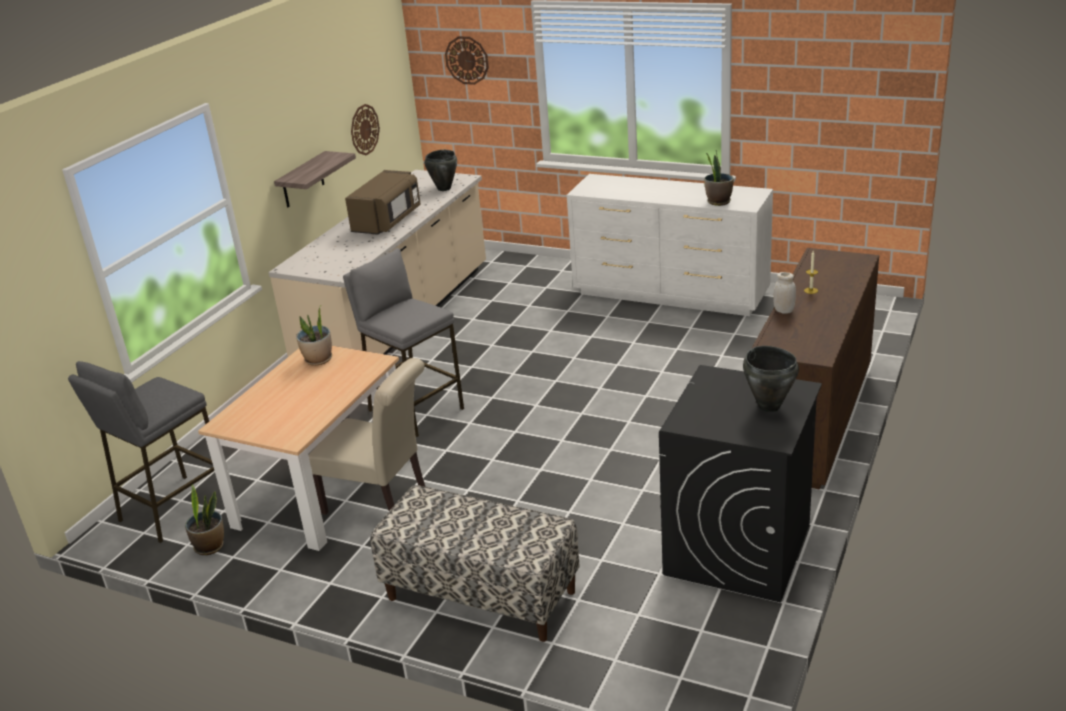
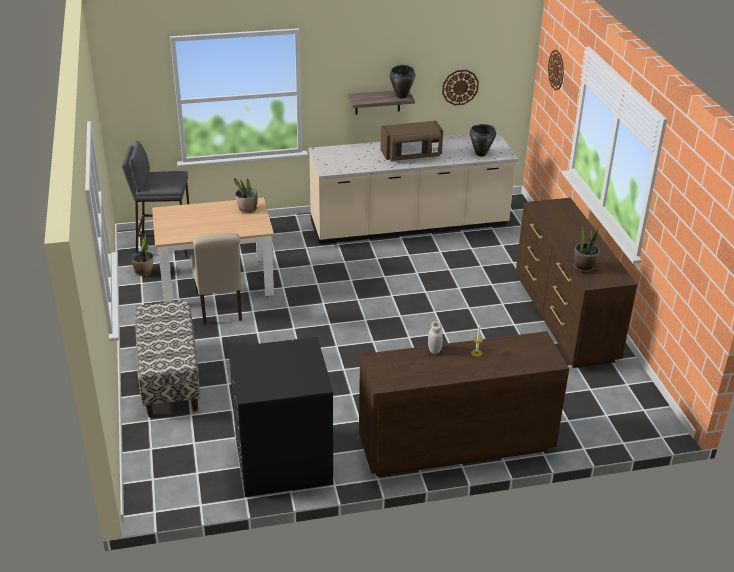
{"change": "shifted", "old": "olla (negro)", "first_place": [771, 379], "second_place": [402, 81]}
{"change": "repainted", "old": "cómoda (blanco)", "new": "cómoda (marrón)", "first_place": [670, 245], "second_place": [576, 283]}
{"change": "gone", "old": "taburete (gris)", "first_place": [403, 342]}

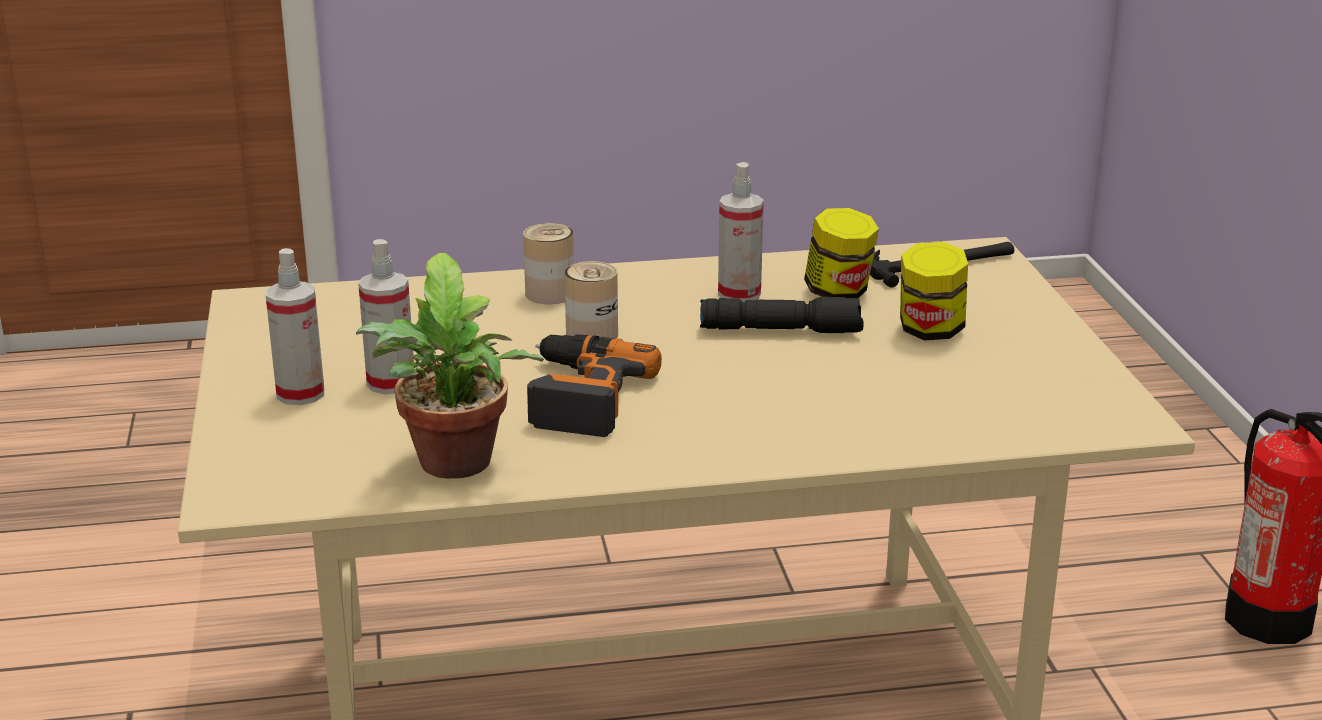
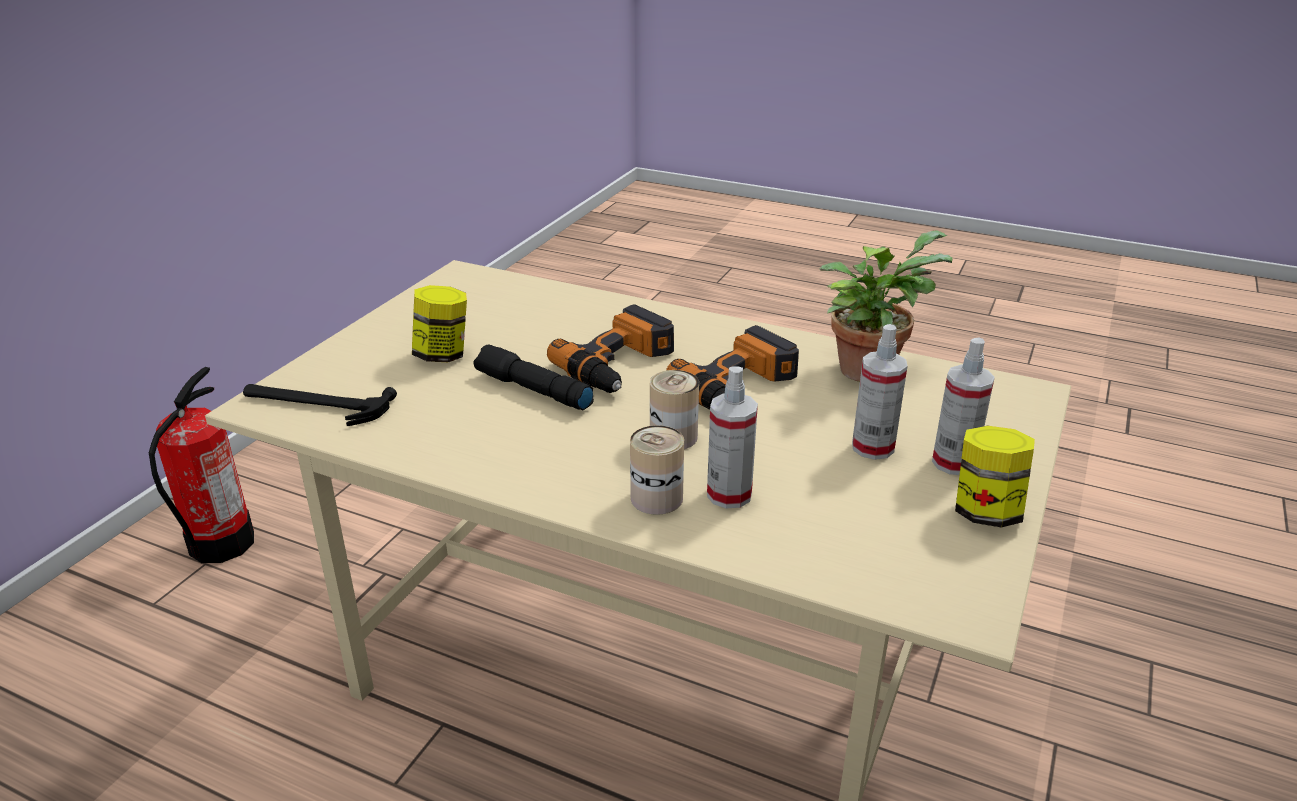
{"change": "new", "new": "taladro", "second_place": [610, 348]}
{"change": "shifted", "old": "pulverizador", "first_place": [741, 232], "second_place": [732, 437]}
{"change": "shifted", "old": "tarro", "first_place": [841, 253], "second_place": [995, 476]}

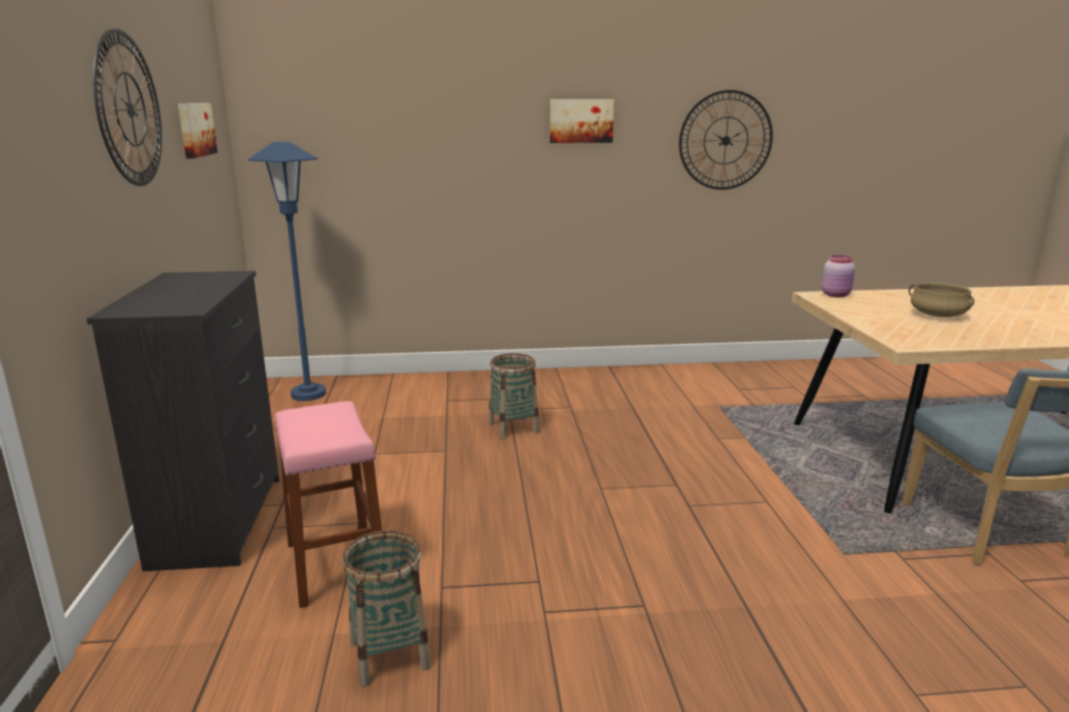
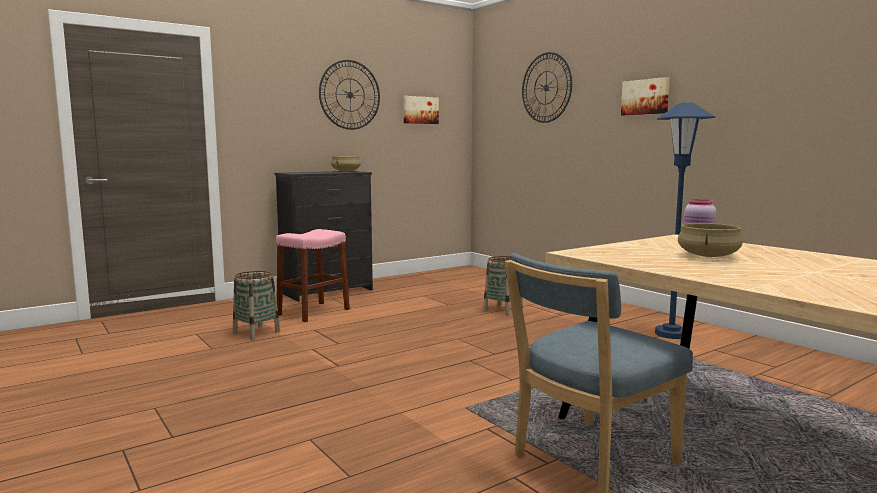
{"change": "new", "new": "olla (beis)", "second_place": [346, 163]}
{"change": "shifted", "old": "reloj de pared", "first_place": [726, 140], "second_place": [547, 87]}
{"change": "shifted", "old": "lámpara de pie (azul)", "first_place": [287, 271], "second_place": [685, 221]}

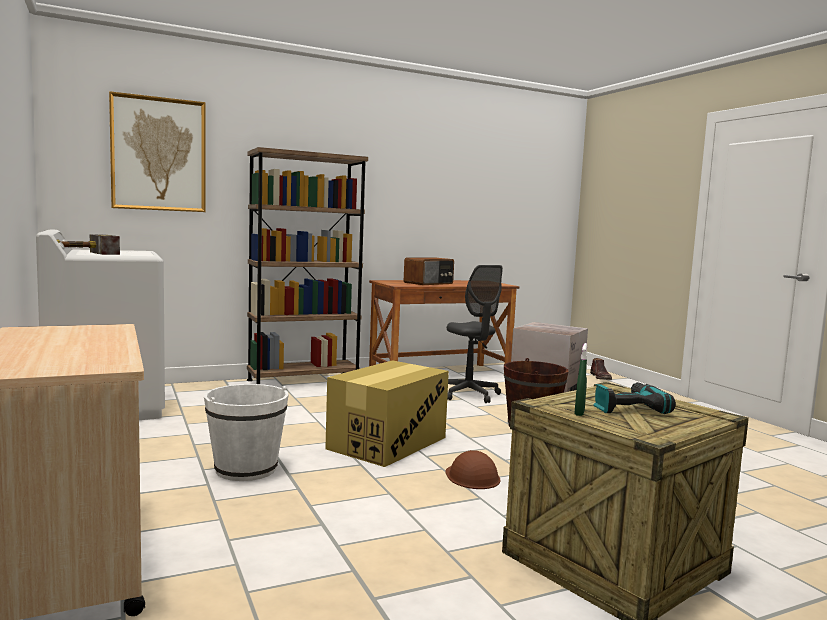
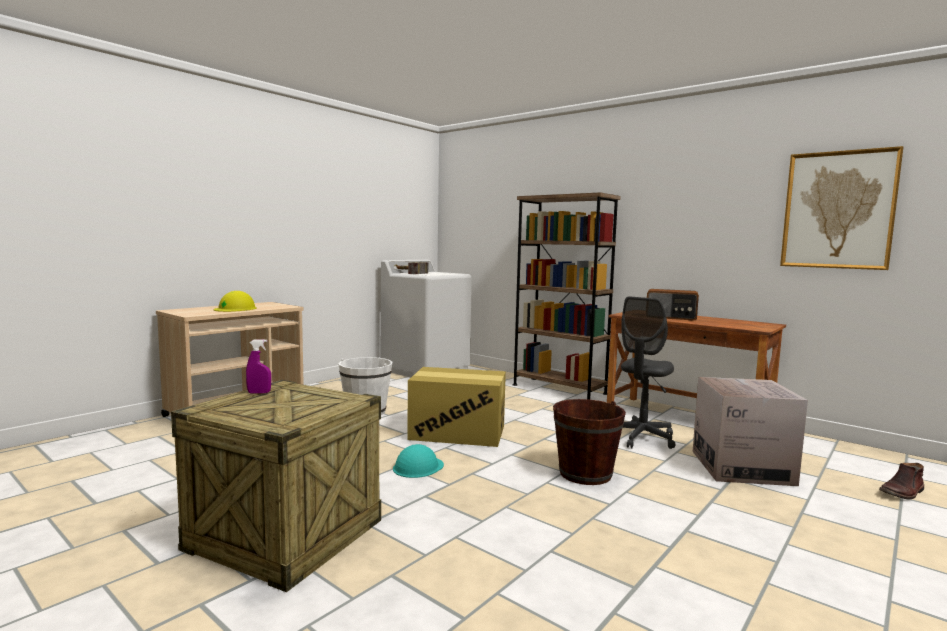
{"change": "new", "new": "casco (amarillo)", "second_place": [235, 301]}
{"change": "repainted", "old": "pulverizador (verde)", "new": "pulverizador (morado)", "first_place": [580, 379], "second_place": [258, 366]}
{"change": "repainted", "old": "casco (marrón)", "new": "casco (turquesa)", "first_place": [472, 469], "second_place": [418, 461]}
{"change": "shifted", "old": "cuadro", "first_place": [157, 151], "second_place": [841, 208]}
{"change": "gone", "old": "taladro", "first_place": [634, 398]}

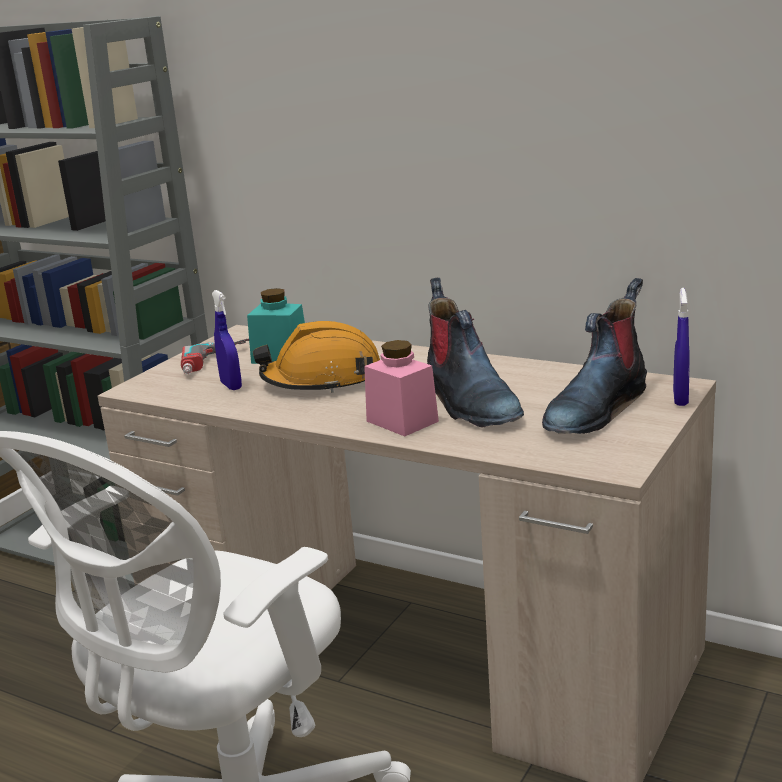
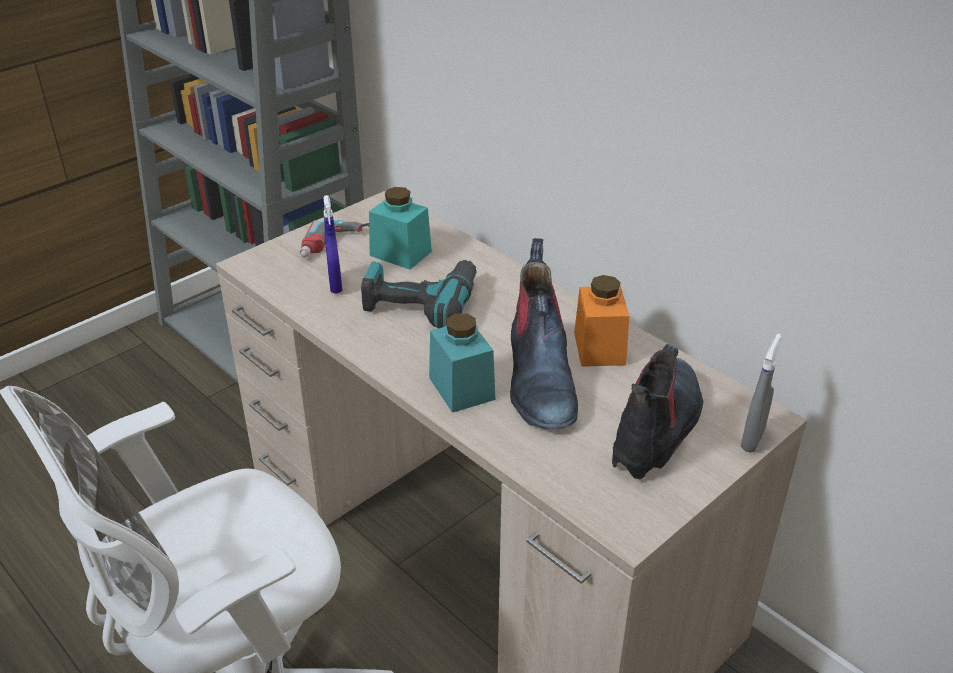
{"change": "swapped", "old": "casco (naranja)", "new": "taladro", "first_place": [316, 357], "second_place": [419, 294]}
{"change": "repainted", "old": "tarro (rosa)", "new": "tarro (turquesa)", "first_place": [401, 388], "second_place": [462, 363]}
{"change": "new", "new": "tarro (naranja)", "second_place": [601, 321]}
{"change": "rotated", "old": "bota", "first_place": [594, 356], "second_place": [657, 411], "degrees": 150}
{"change": "repainted", "old": "pulverizador (azul)", "new": "pulverizador (gris)", "first_place": [681, 347], "second_place": [761, 393]}

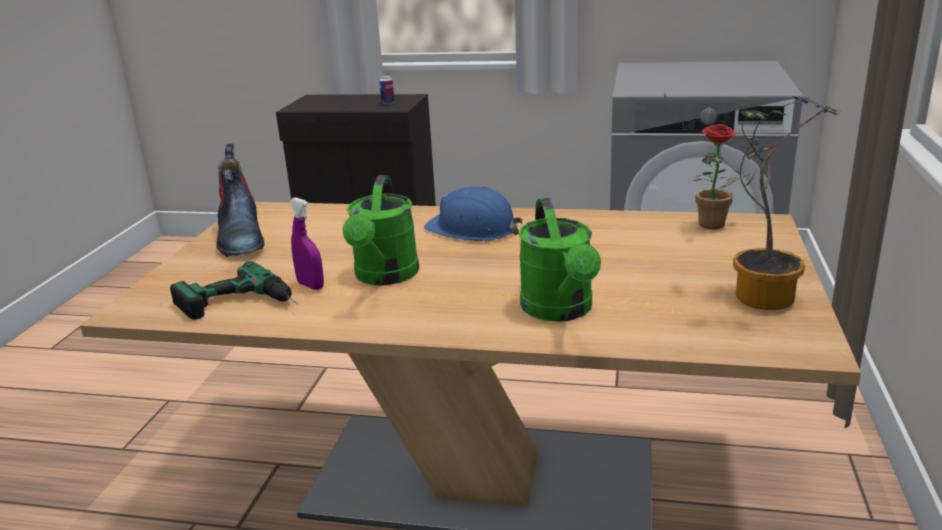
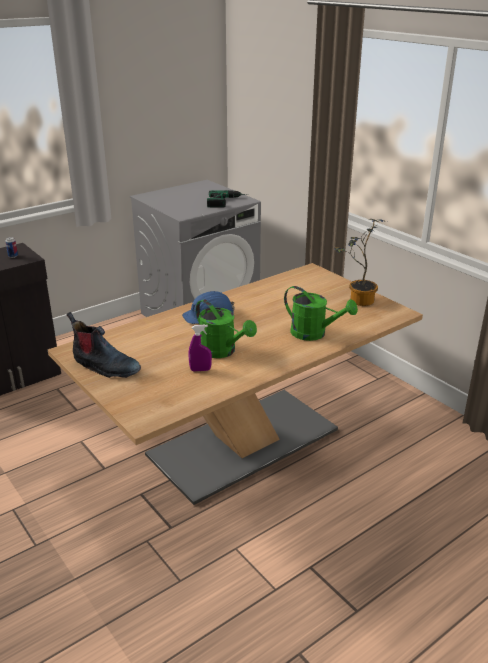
{"change": "shifted", "old": "taladro", "first_place": [234, 290], "second_place": [228, 199]}
{"change": "gone", "old": "planta en maceta", "first_place": [721, 176]}

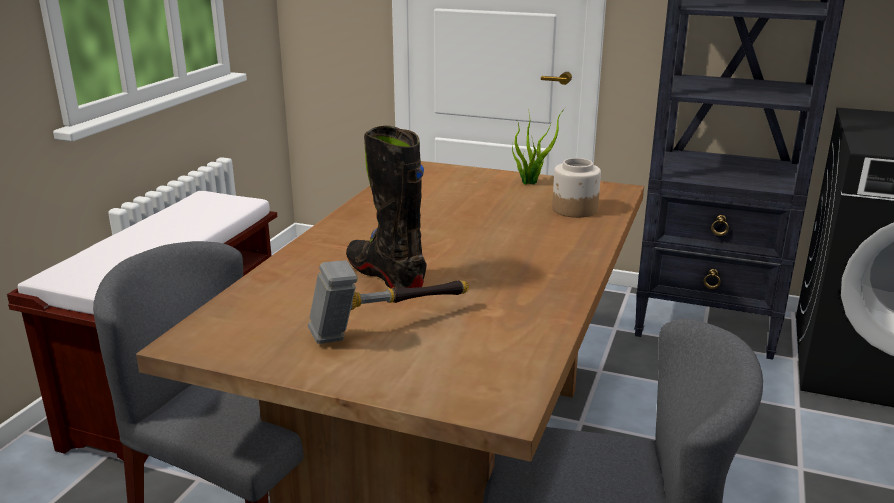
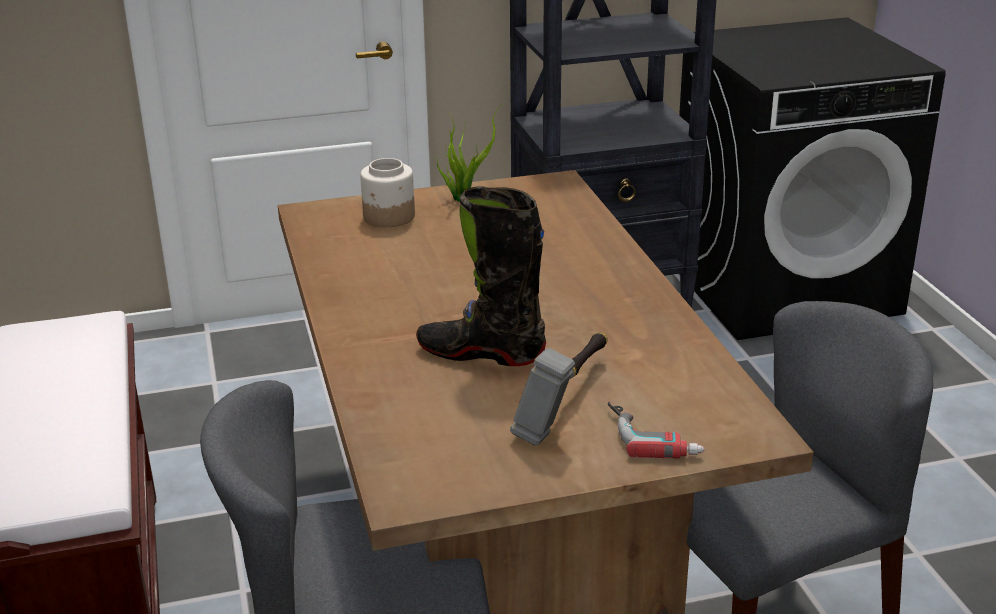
{"change": "shifted", "old": "tarro", "first_place": [576, 188], "second_place": [387, 192]}
{"change": "new", "new": "taladro", "second_place": [656, 430]}

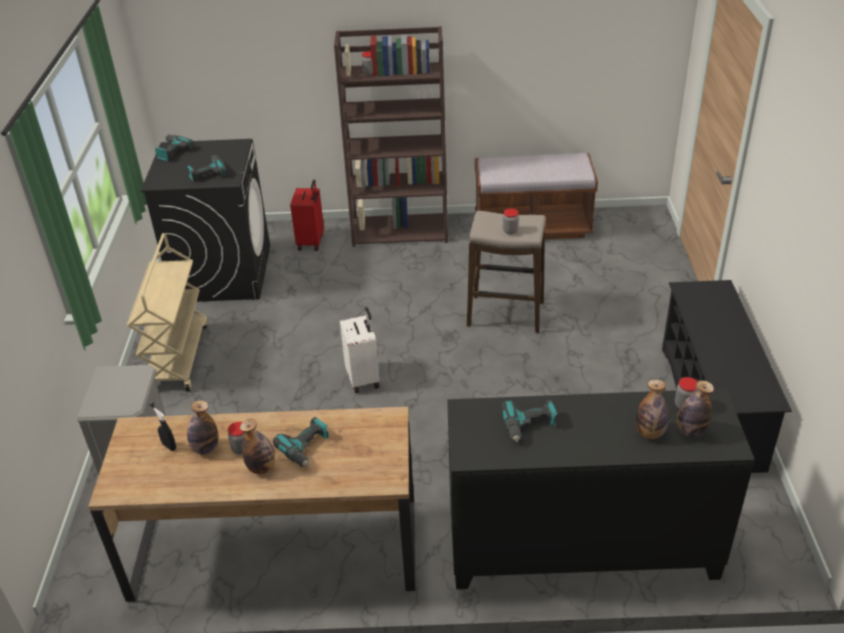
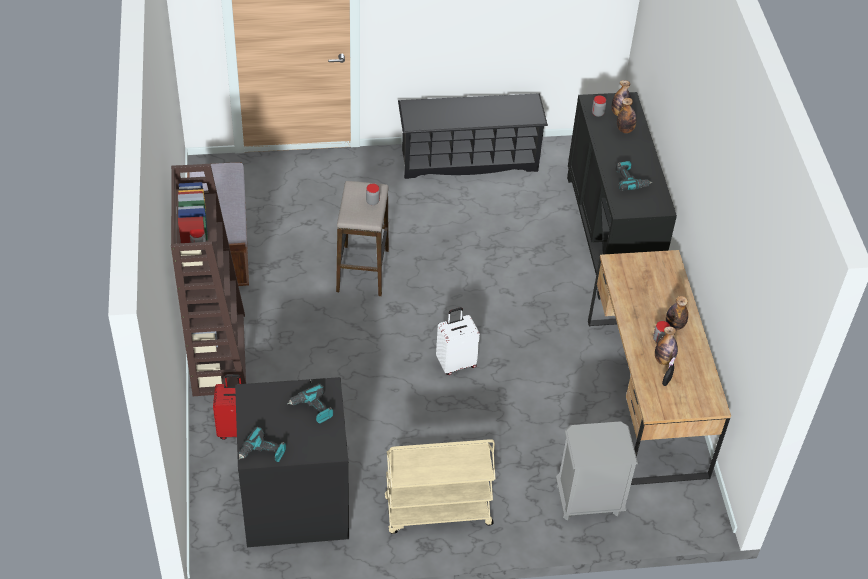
{"change": "gone", "old": "taladro", "first_place": [301, 442]}

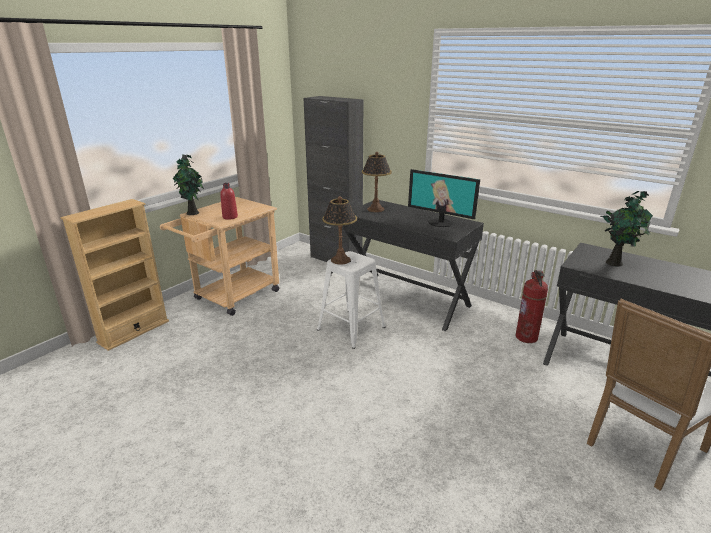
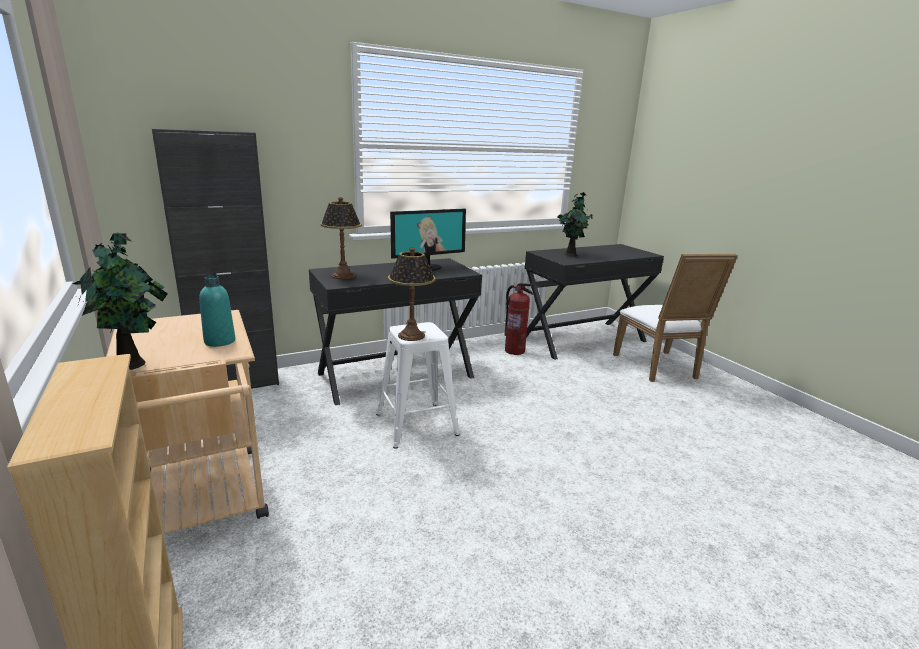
{"change": "repainted", "old": "botella (rojo)", "new": "botella (turquesa)", "first_place": [229, 201], "second_place": [217, 311]}

